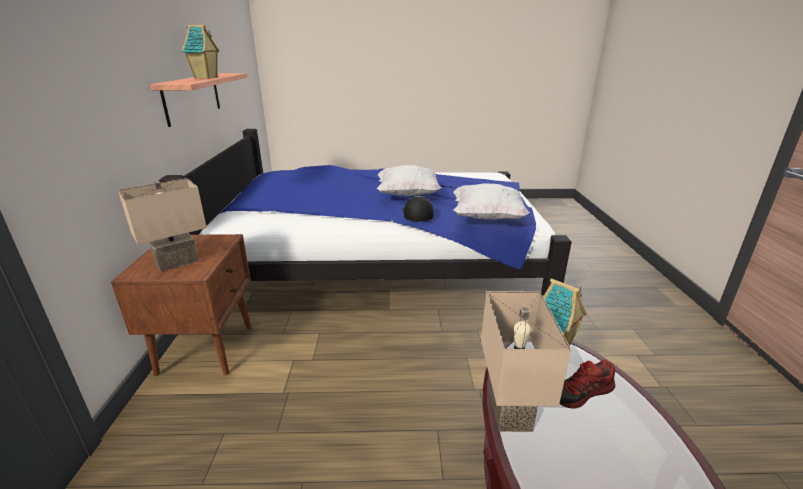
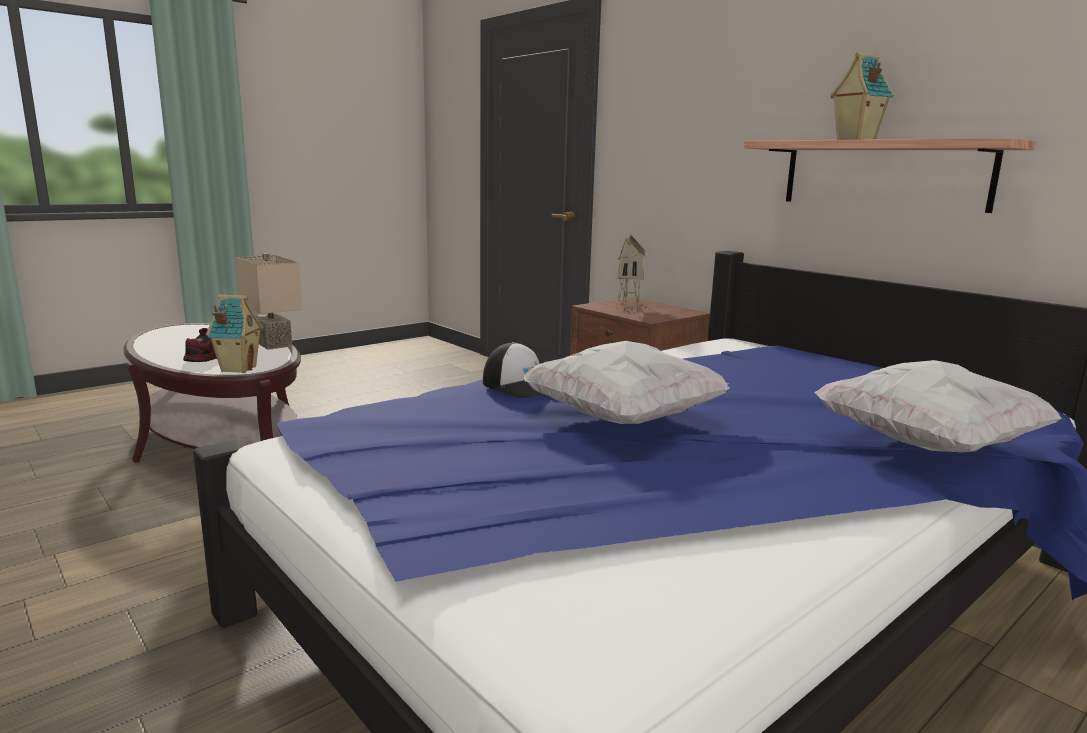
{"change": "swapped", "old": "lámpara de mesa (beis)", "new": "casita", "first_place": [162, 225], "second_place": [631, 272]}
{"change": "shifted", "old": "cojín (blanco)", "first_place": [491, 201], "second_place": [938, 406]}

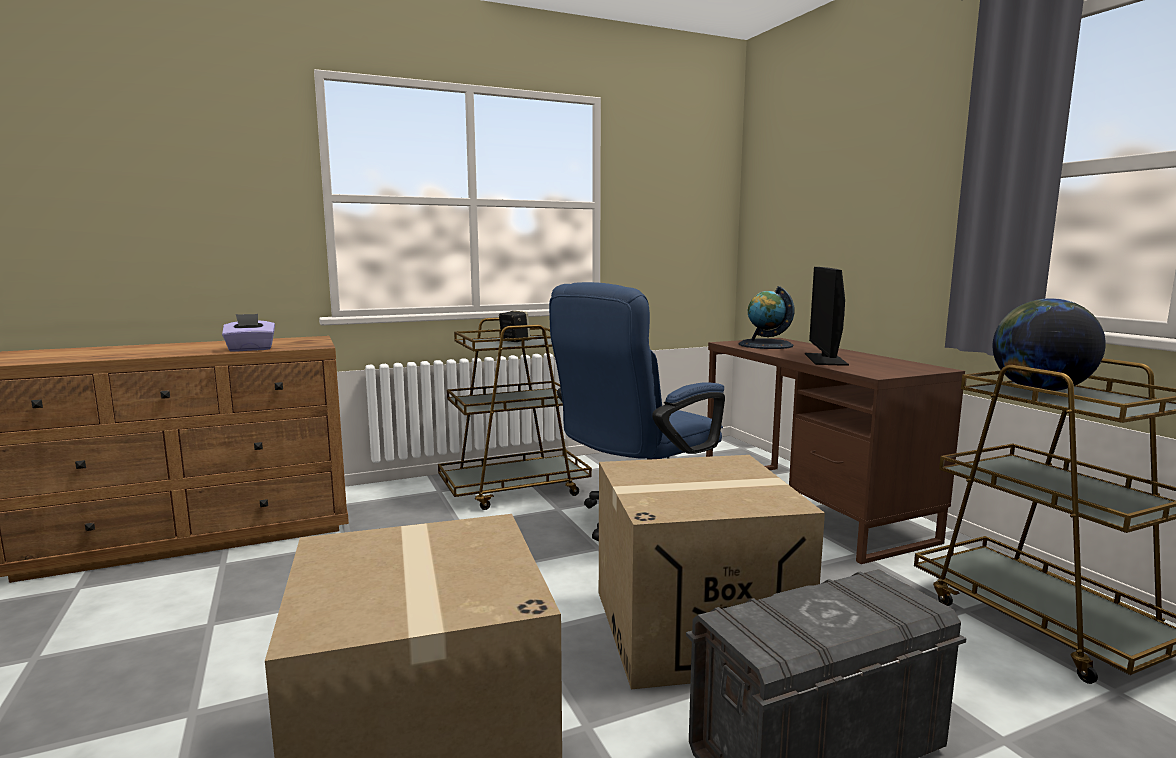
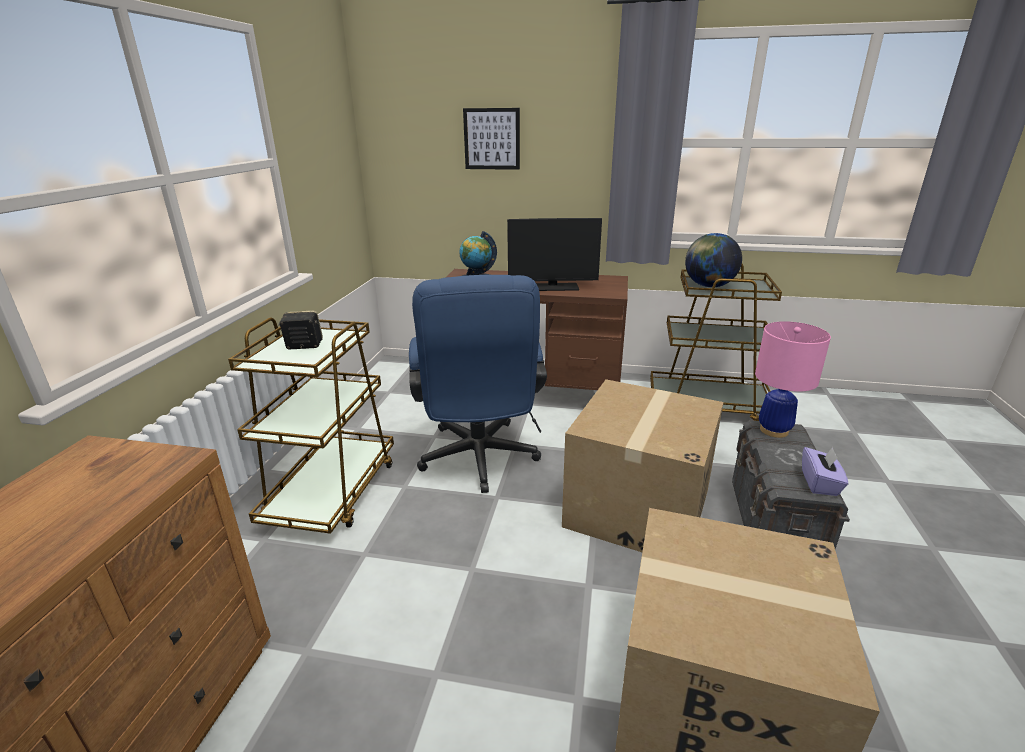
{"change": "new", "new": "cuadro", "second_place": [491, 139]}
{"change": "rotated", "old": "monitor", "first_place": [827, 316], "second_place": [554, 254], "degrees": -45}
{"change": "new", "new": "lámpara de mesa (rosa)", "second_place": [793, 379]}
{"change": "shifted", "old": "caja de pañuelos (morado)", "first_place": [248, 333], "second_place": [825, 471]}

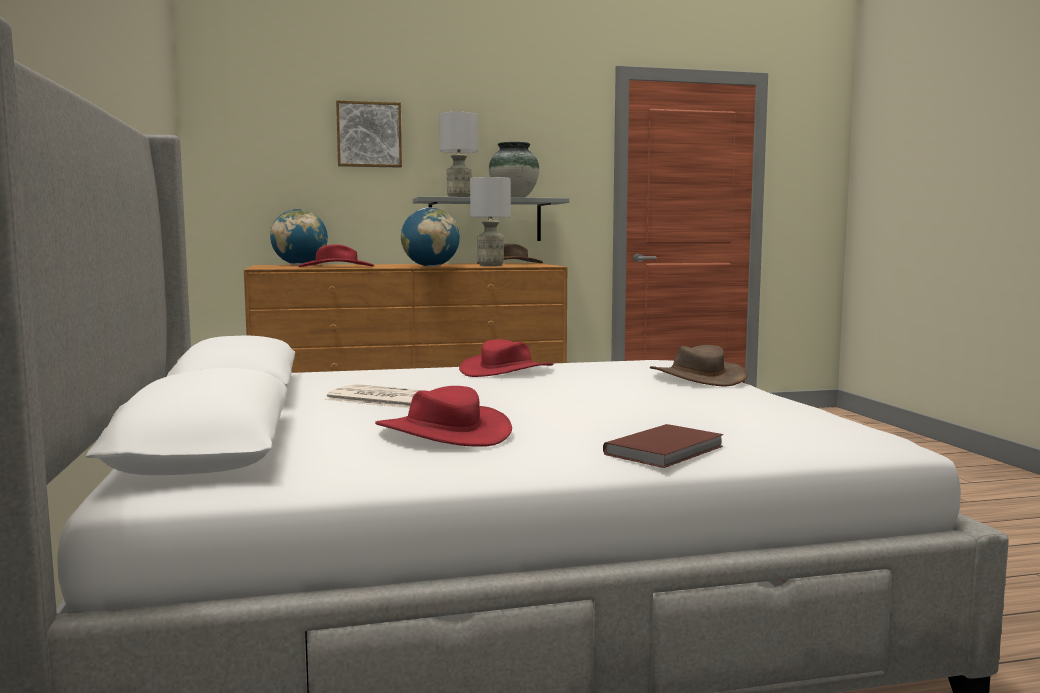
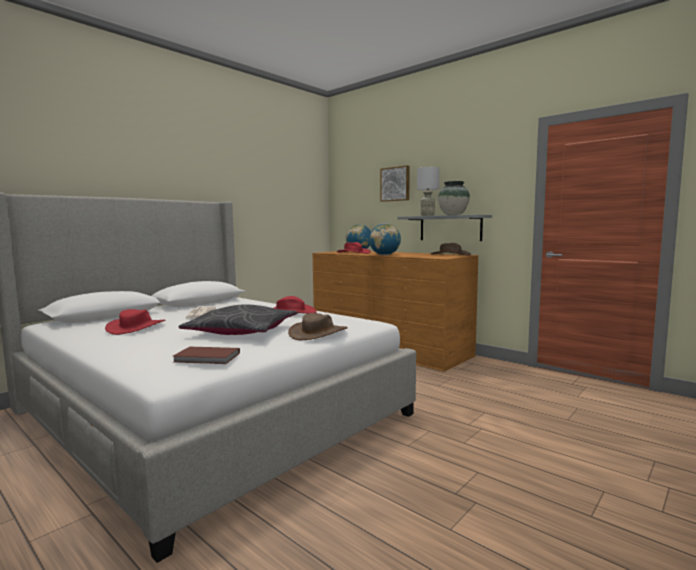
{"change": "shifted", "old": "libro (marrón)", "first_place": [663, 446], "second_place": [206, 355]}
{"change": "new", "new": "cojín (gris)", "second_place": [238, 319]}
{"change": "gone", "old": "lámpara de mesa (gris)", "first_place": [490, 221]}

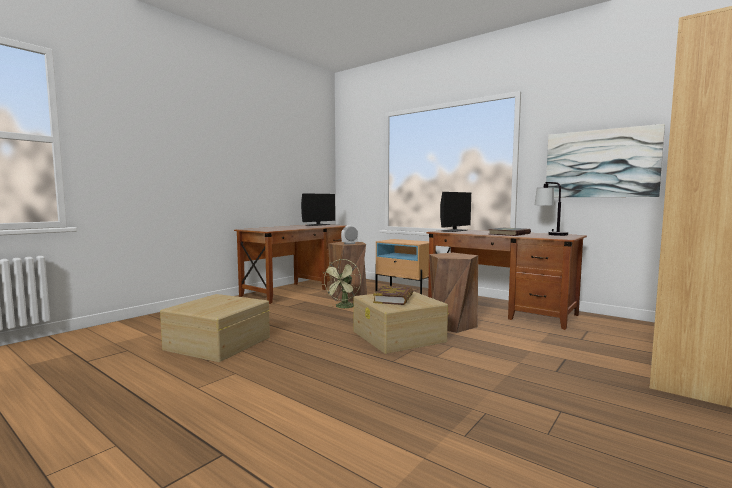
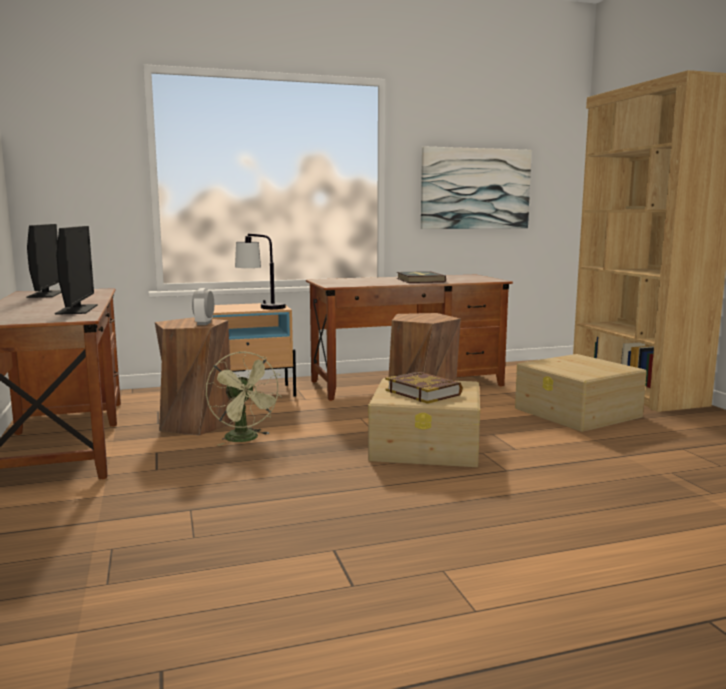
{"change": "shifted", "old": "monitor", "first_place": [455, 212], "second_place": [76, 270]}
{"change": "shifted", "old": "lámpara de mesa", "first_place": [551, 209], "second_place": [260, 271]}
{"change": "shifted", "old": "caja de almacenaje (beis)", "first_place": [215, 328], "second_place": [581, 393]}

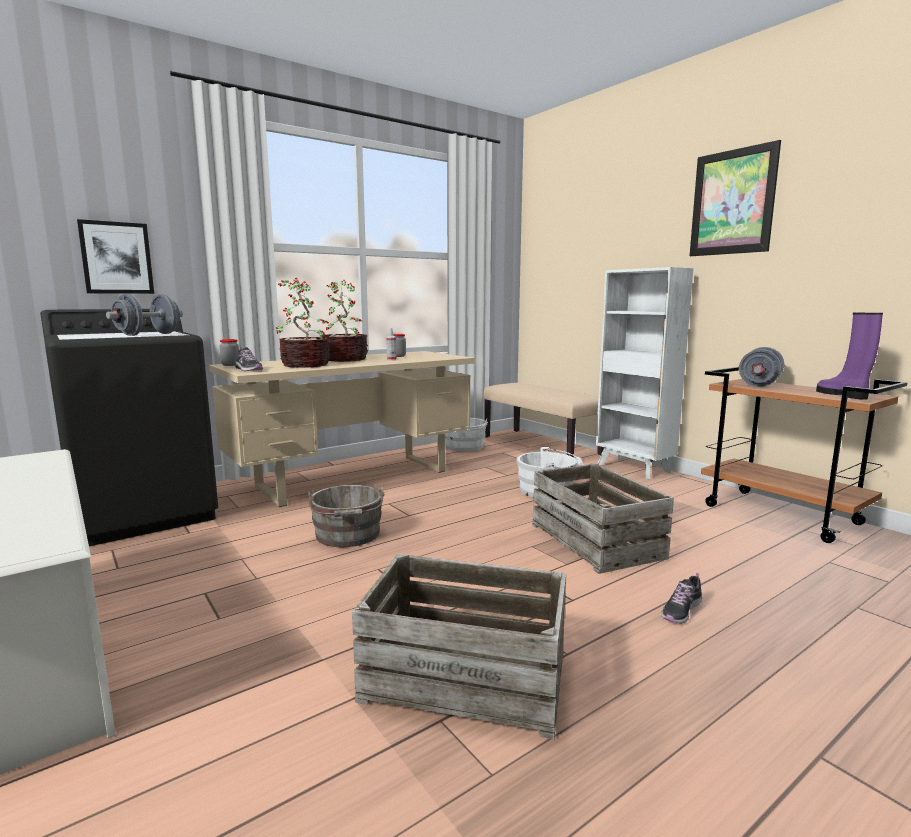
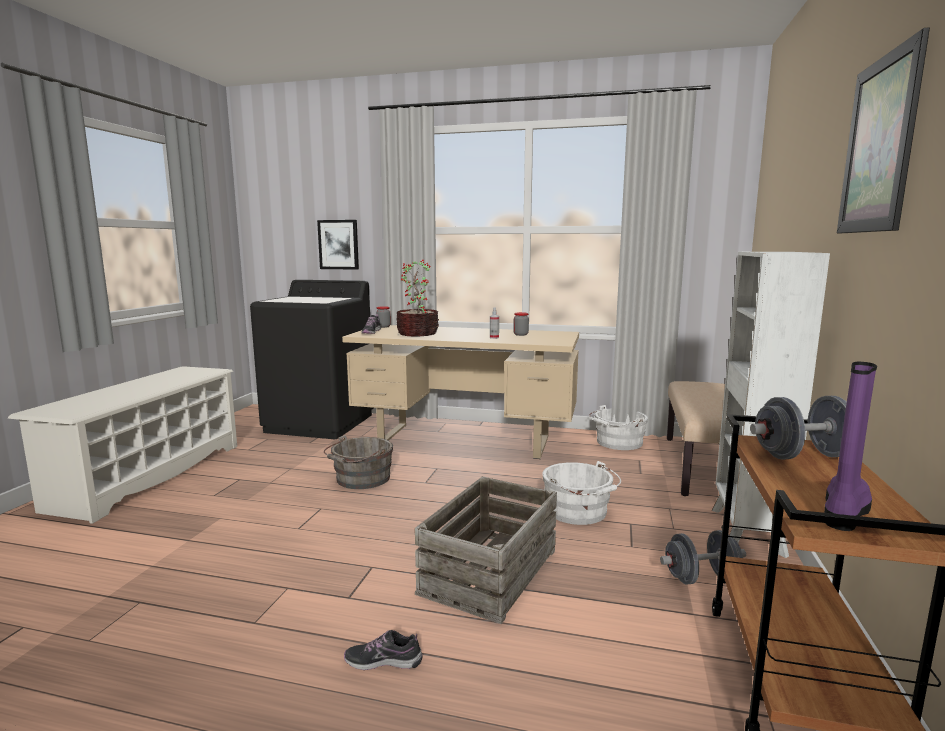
{"change": "shifted", "old": "mancuerna (gris)", "first_place": [144, 315], "second_place": [703, 557]}
{"change": "gone", "old": "planta en maceta", "first_place": [345, 321]}
{"change": "gone", "old": "caja de embalaje", "first_place": [459, 646]}

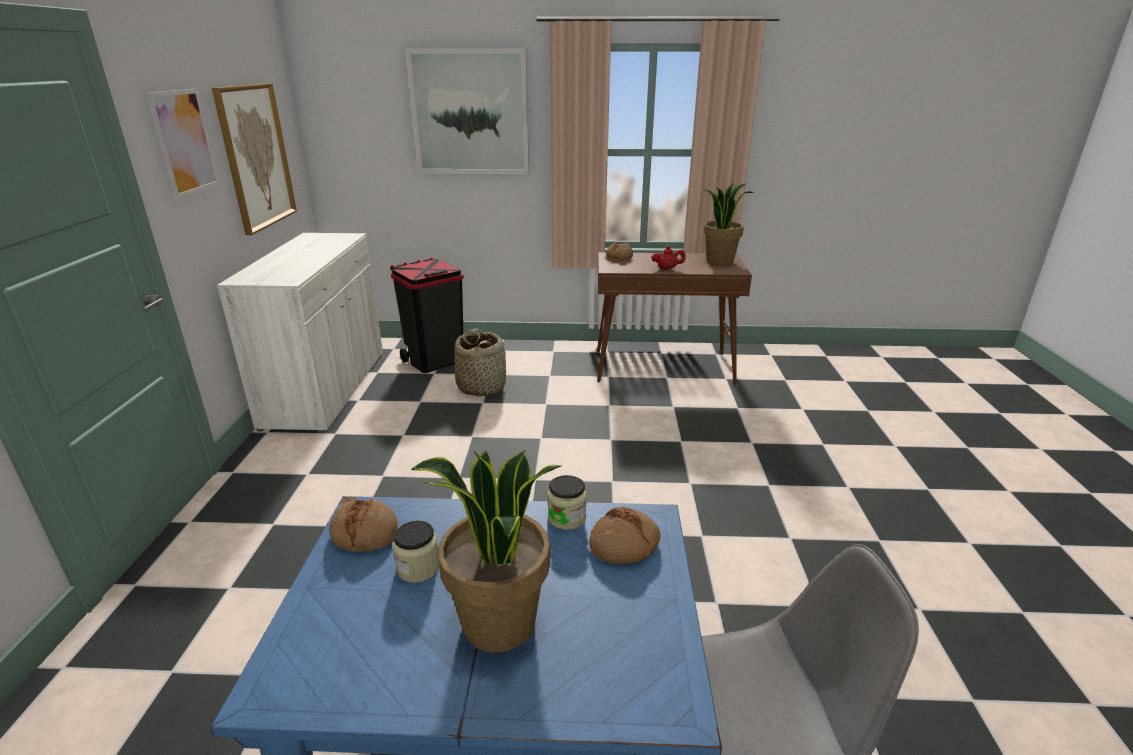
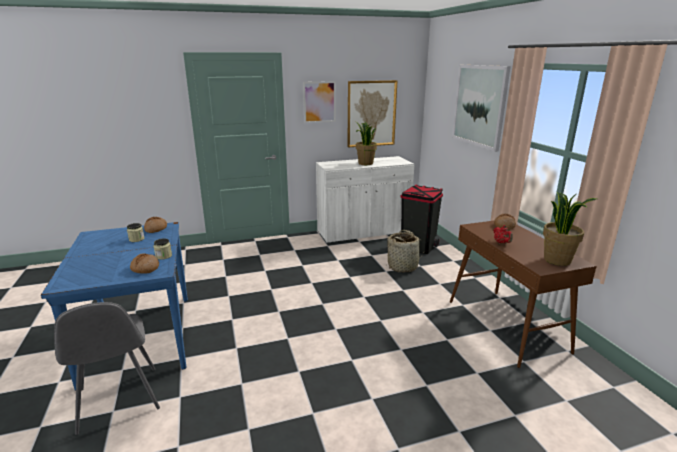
{"change": "shifted", "old": "planta en maceta", "first_place": [486, 551], "second_place": [366, 143]}

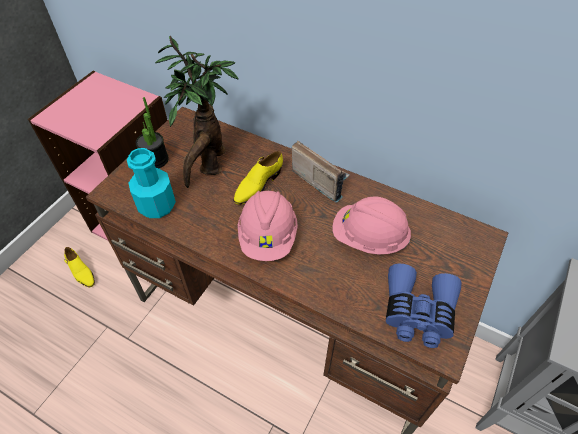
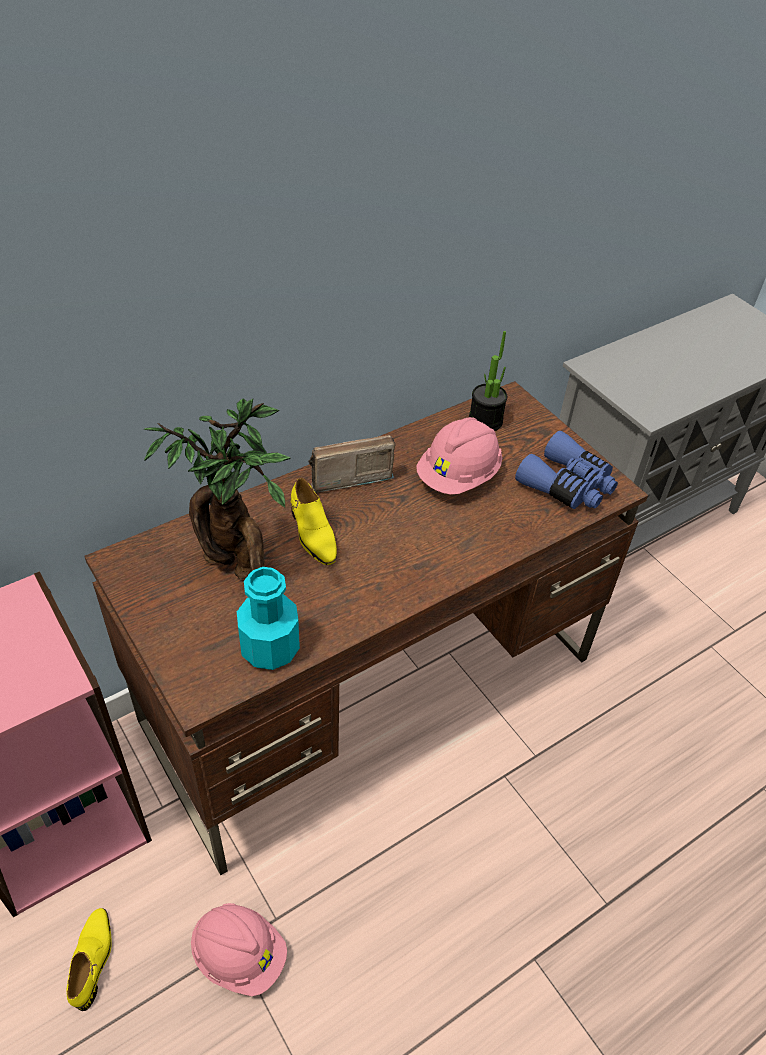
{"change": "rotated", "old": "zapato (amarillo)", "first_place": [79, 267], "second_place": [89, 959], "degrees": -75}
{"change": "shifted", "old": "casco (rosa)", "first_place": [268, 226], "second_place": [239, 949]}
{"change": "shifted", "old": "planta en maceta", "first_place": [152, 132], "second_place": [488, 381]}

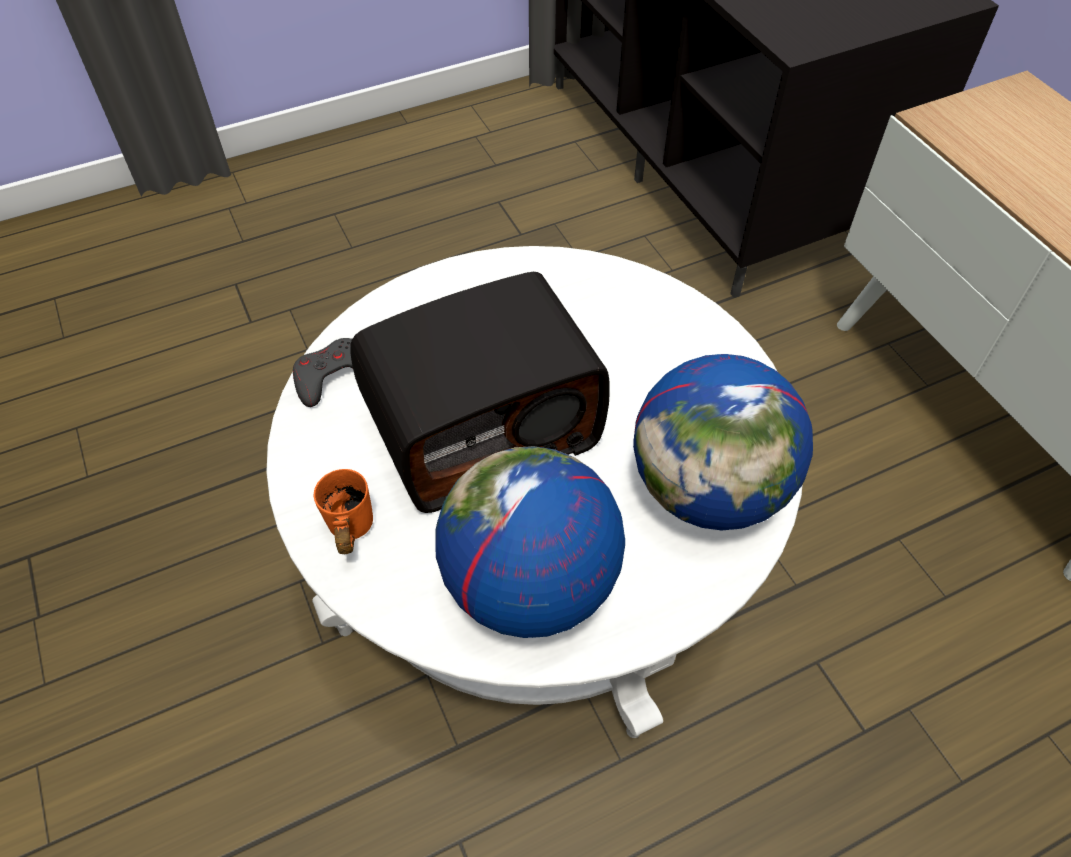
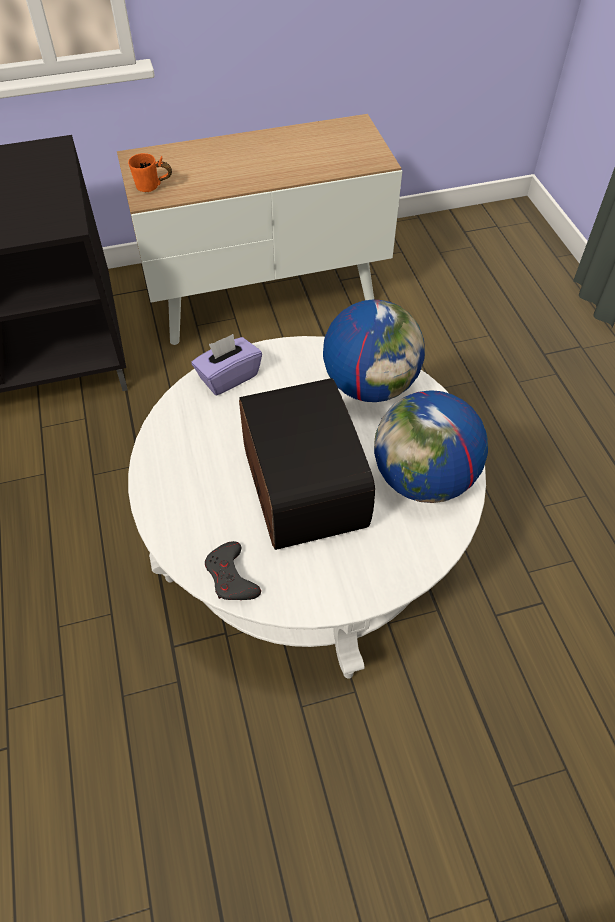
{"change": "shifted", "old": "taza grande (naranja)", "first_place": [343, 511], "second_place": [150, 172]}
{"change": "new", "new": "caja de pañuelos (morado)", "second_place": [226, 364]}

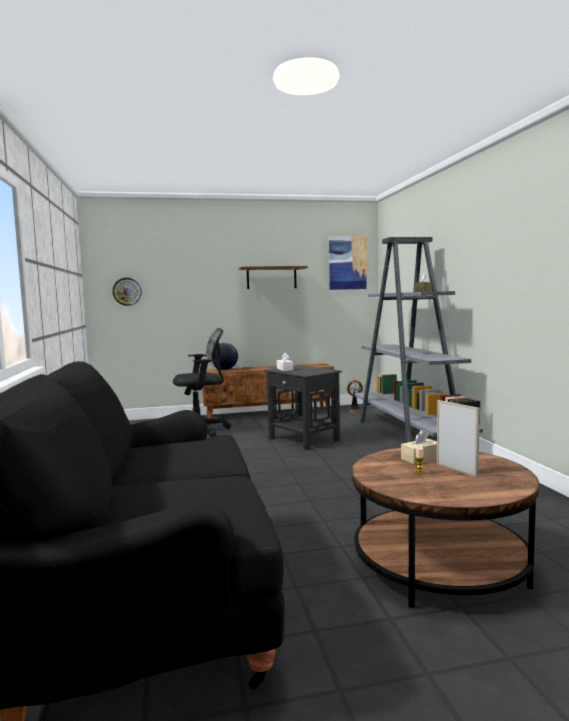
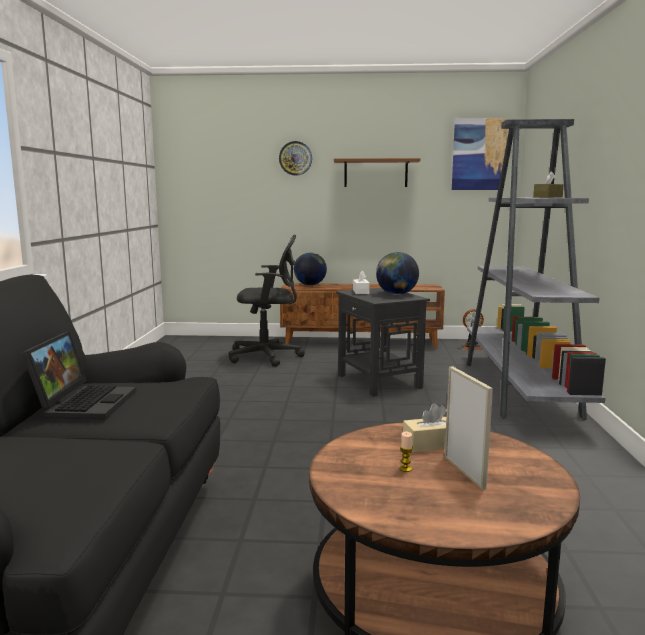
{"change": "new", "new": "portátil", "second_place": [79, 375]}
{"change": "shifted", "old": "reloj de pared", "first_place": [127, 292], "second_place": [295, 158]}
{"change": "new", "new": "globo terráqueo", "second_place": [397, 273]}

